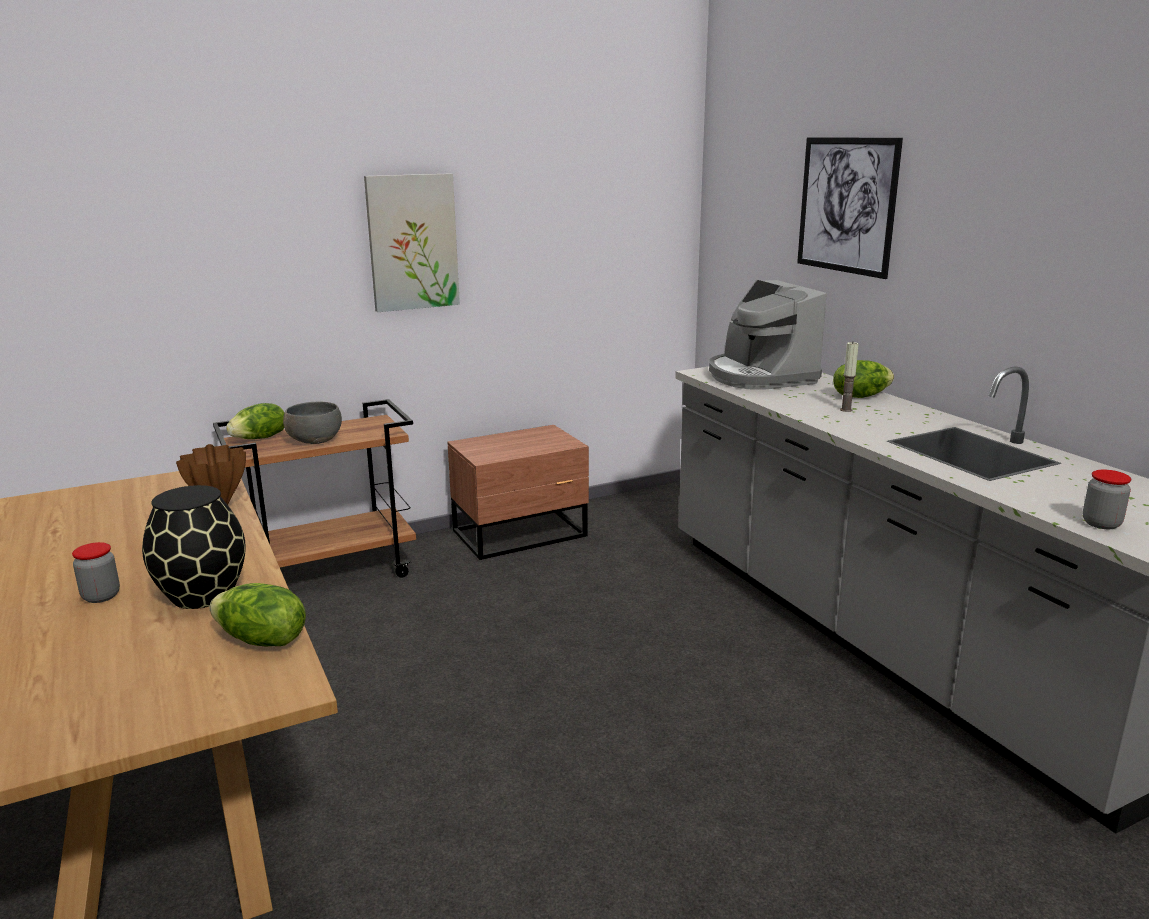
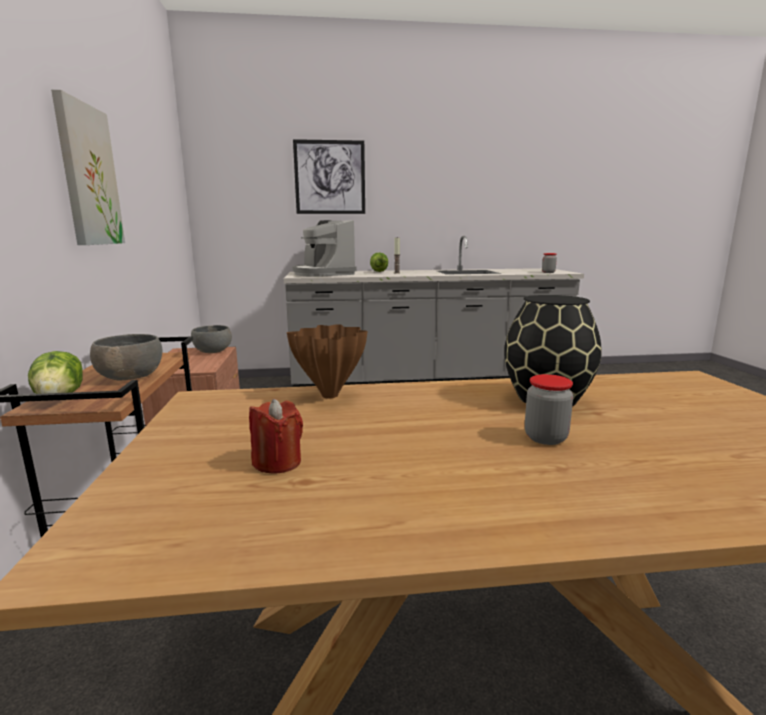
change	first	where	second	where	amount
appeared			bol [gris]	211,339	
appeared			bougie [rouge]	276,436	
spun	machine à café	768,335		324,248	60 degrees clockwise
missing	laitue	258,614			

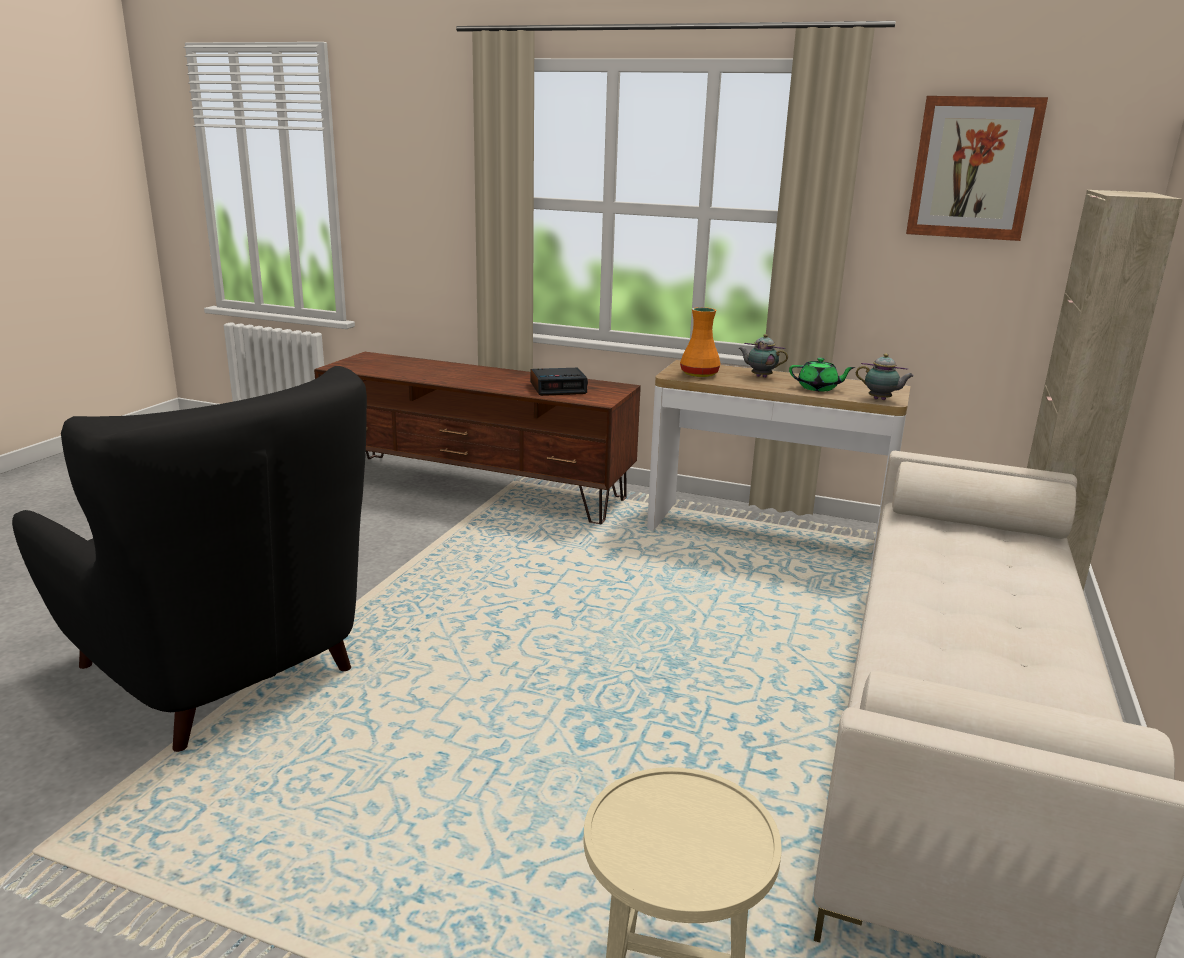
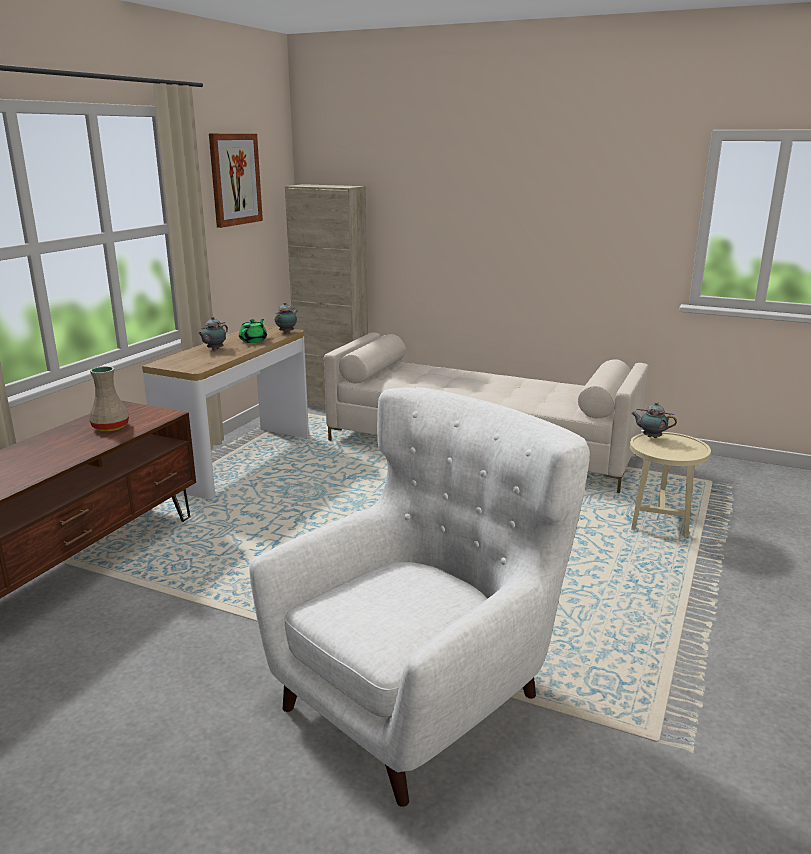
change	first	where	second	where	amount
exchanged	réveil	559,382	vase [beige]	109,398	
colour	fauteuil [noir]	189,559	fauteuil [blanc]	419,597	
appeared			théière	654,420	
missing	vase [orange]	700,342			

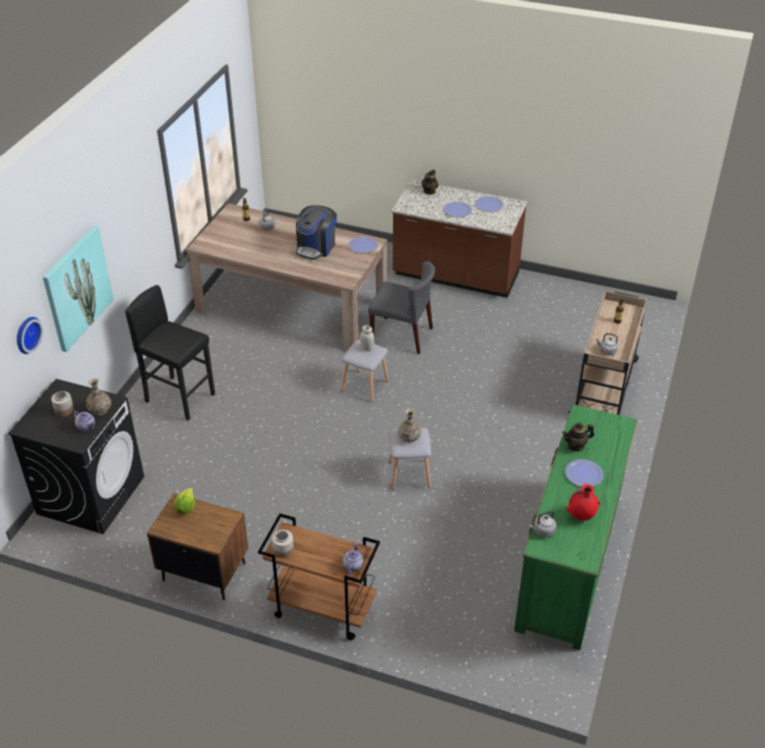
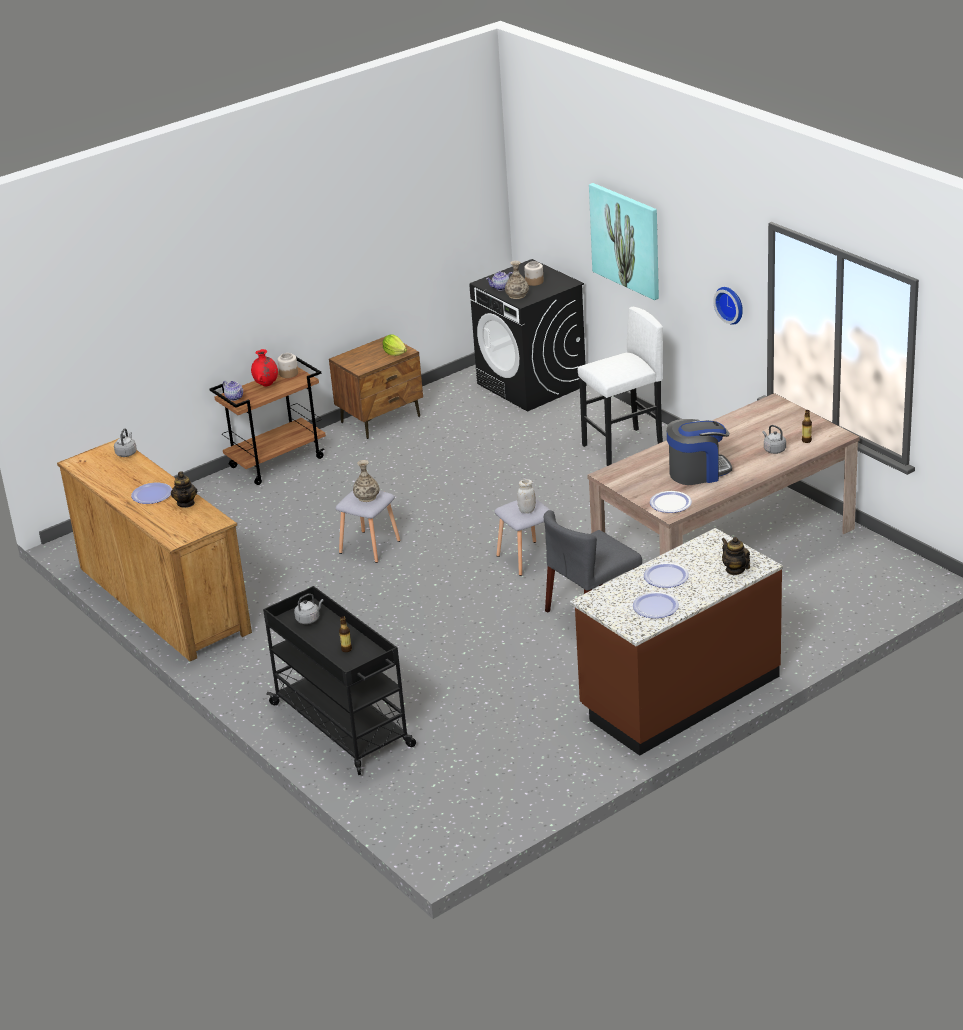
change	first	where	second	where	amount
colour	commode [vert]	576,527	commode [marron]	154,549	
spun	théière	578,437		184,489	150 degrees clockwise
relocated	vase [rouge]	583,502		264,368	
colour	chariot [beige]	607,353	chariot [noir]	339,680	
colour	tabouret [noir]	170,353	tabouret [blanc]	620,386	
spun	machine à café	316,232		699,452	105 degrees clockwise
relocated	horloge murale	30,335		728,306	

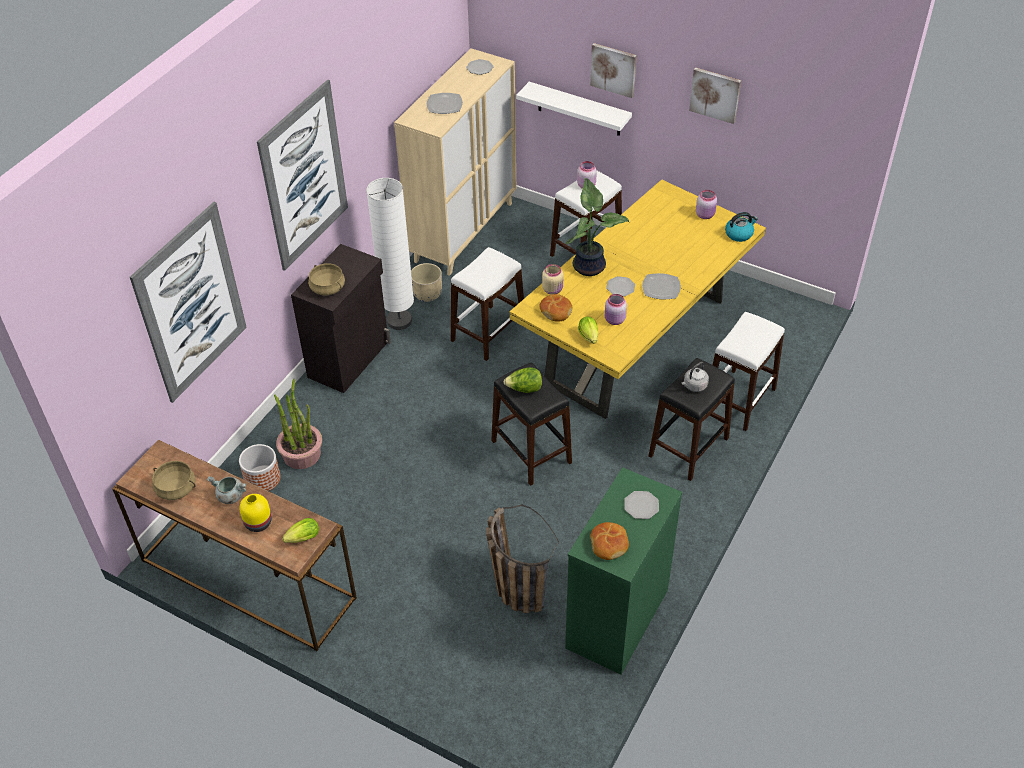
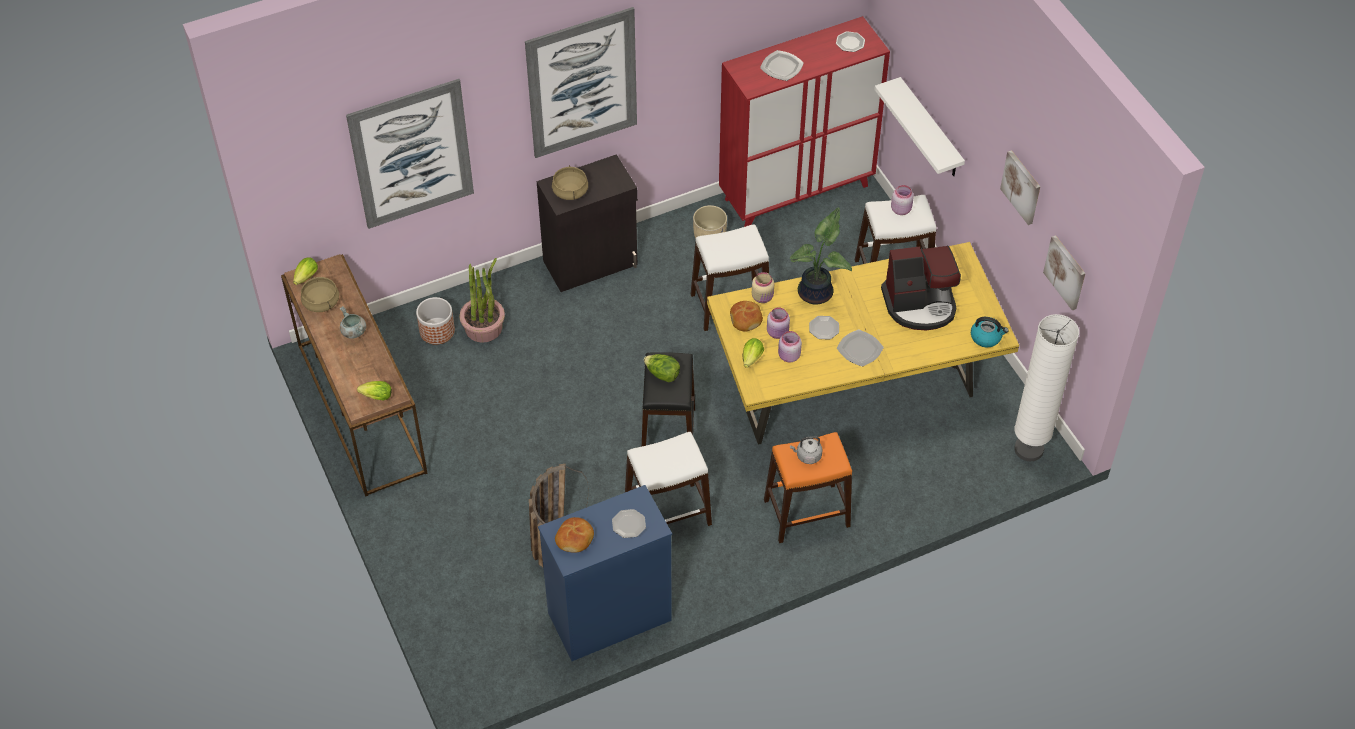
change	first	where	second	where	amount
appeared			laitue	305,271	
colour	commode [vert]	623,571	commode [bleu]	605,573	
relocated	tabouret [blanc]	749,371		668,479	
colour	meuble de rangement [beige]	455,162	meuble de rangement [rouge]	804,121	
colour	tabouret [noir]	692,419	tabouret [orange]	808,487	
relocated	bocal [rose]	706,204		778,323	
appeared			machine à café	921,288	
relocated	lampadaire [blanc]	390,254		1046,387	
relocated	tableau	613,70		1064,272	
missing	vase [jaune]	255,513			

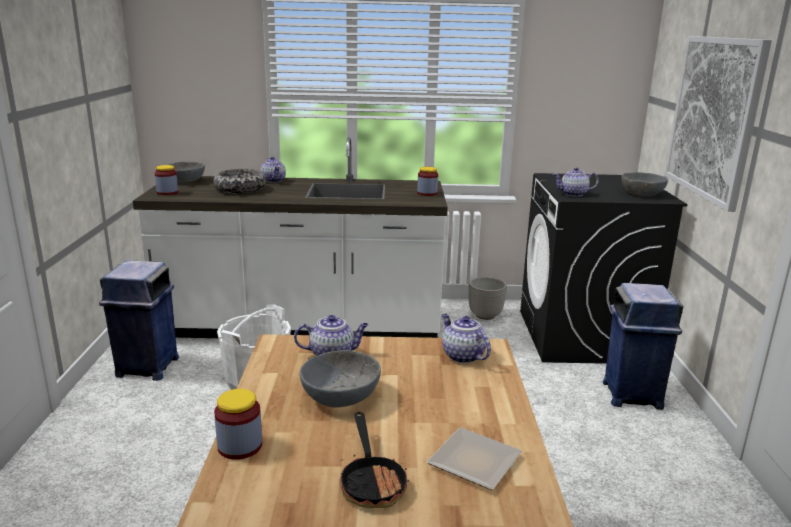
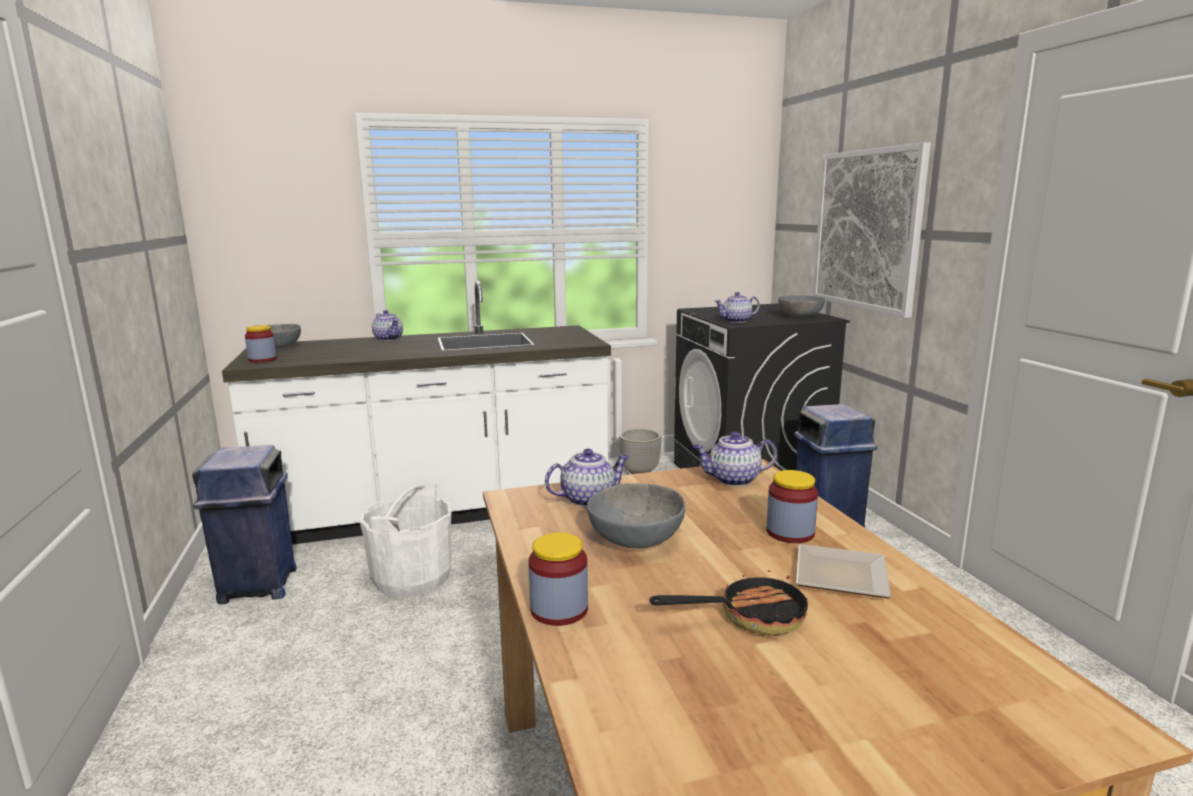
change	first	where	second	where	amount
spun	poêle	374,460		728,602	75 degrees counterclockwise
spun	théière	466,338		735,458	45 degrees counterclockwise
relocated	bocal	427,181		792,506	
missing	bol	240,181			

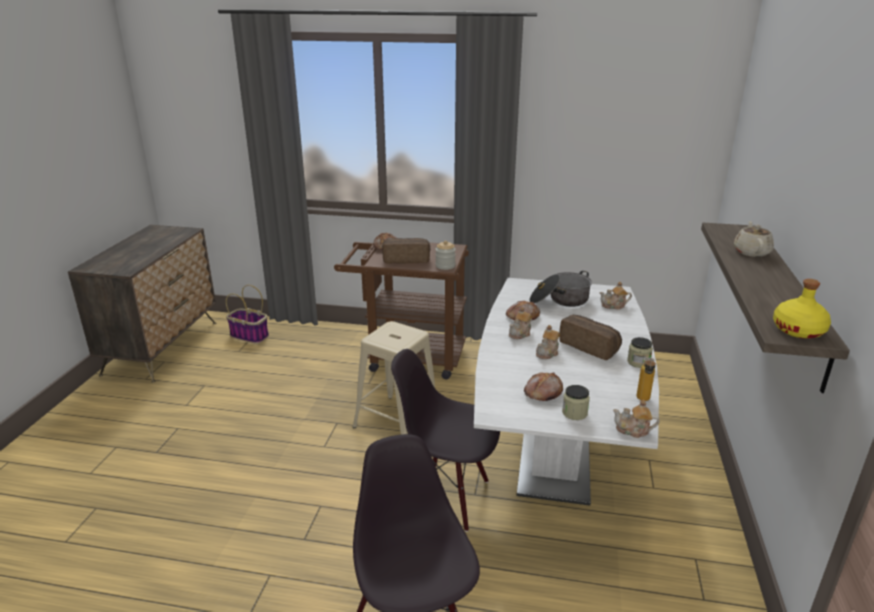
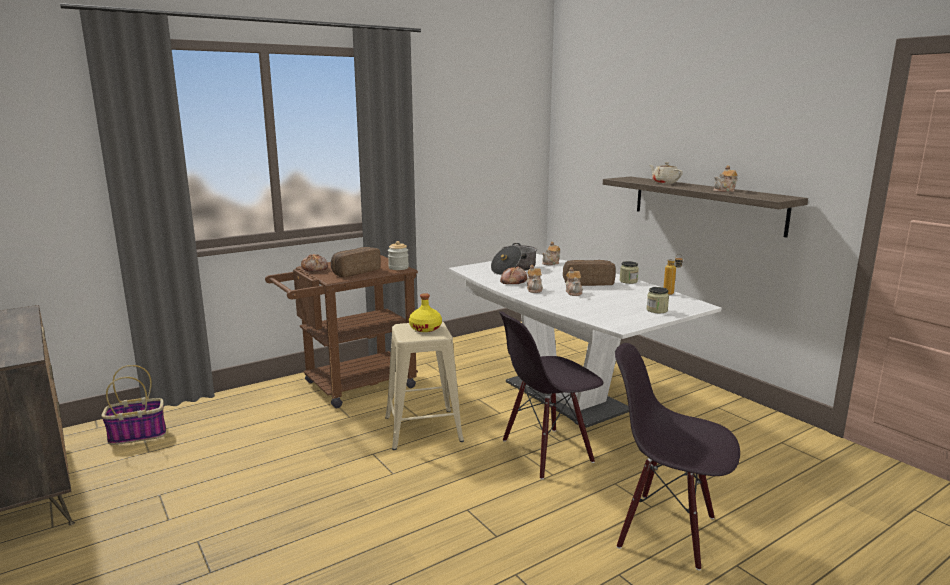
change	first	where	second	where	amount
relocated	bouteille [jaune]	802,309		425,312	
relocated	théière	636,419		725,178	
missing	pain	543,386			

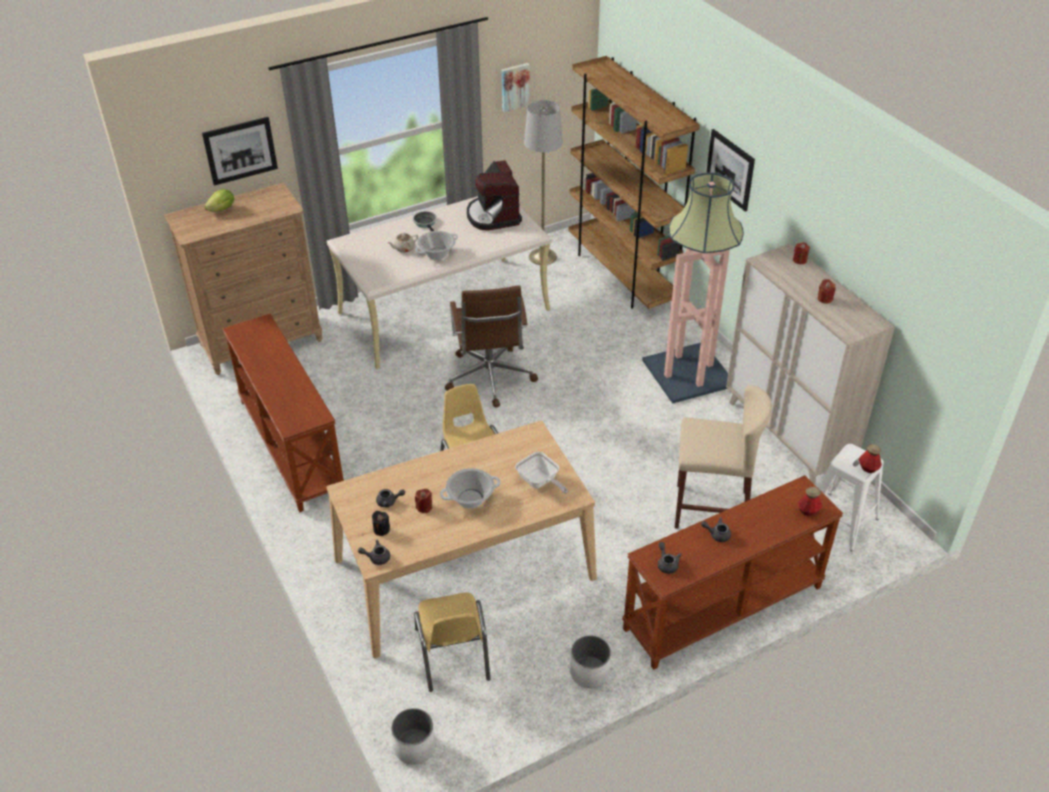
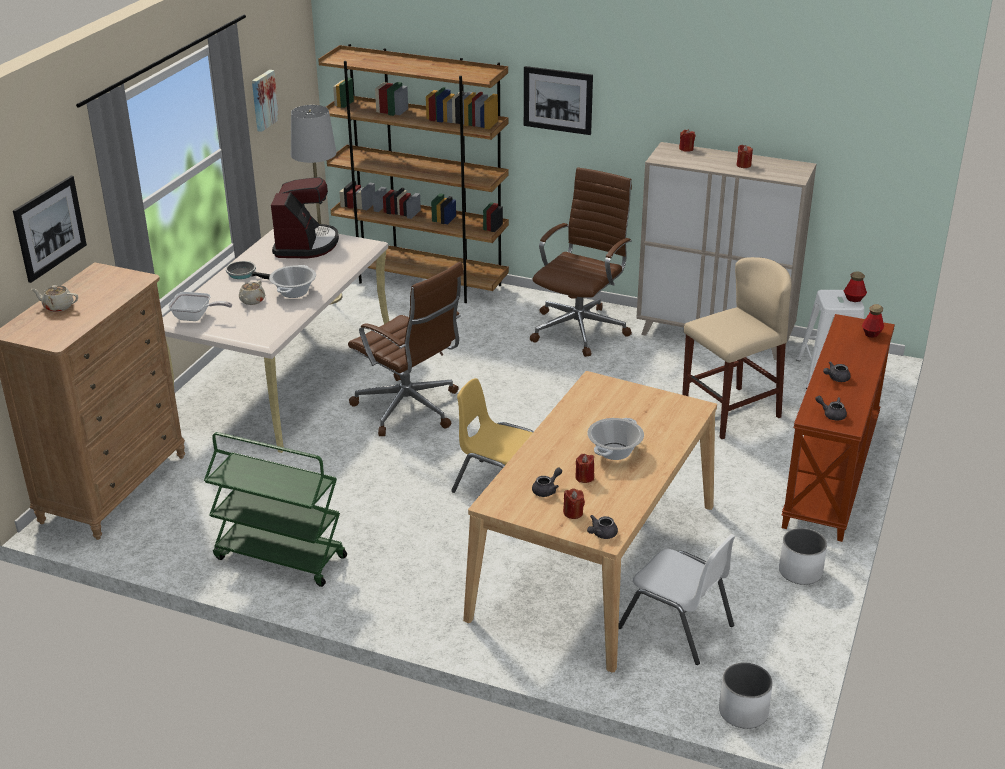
change	first	where	second	where	amount
exchanged	laitue	219,200	théière [beige]	54,298	
relocated	poêle	541,473		200,306	
exchanged	table console [marron]	283,413	chariot [vert]	275,509	
spun	machine à café	494,195		305,217	120 degrees counterclockwise
exchanged	lampadaire	693,288	chaise de bureau [marron]	581,262	
colour	bougie [noir]	381,523	bougie [rouge]	574,503	
colour	chaise [jaune]	452,642	chaise [blanc]	676,599	

